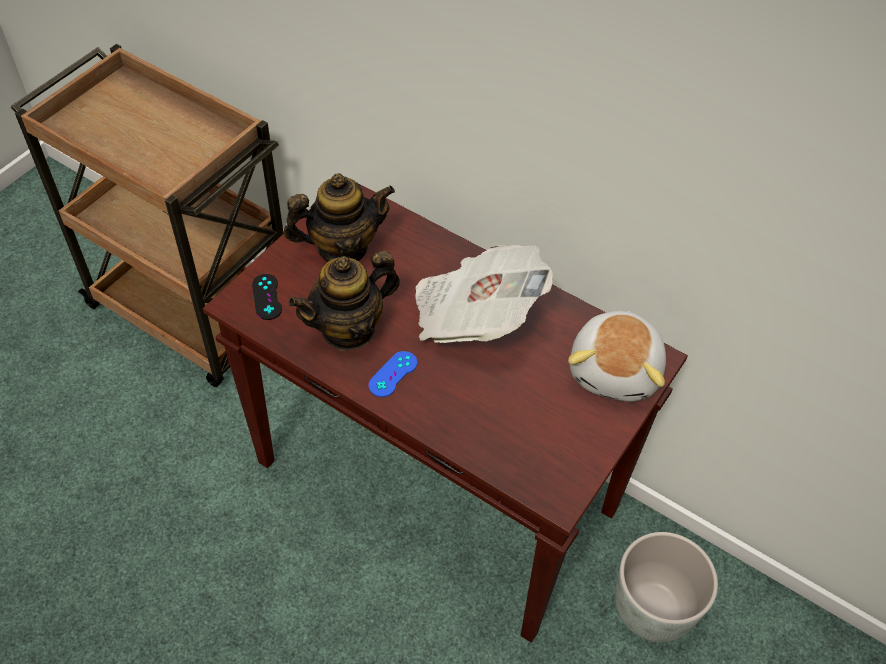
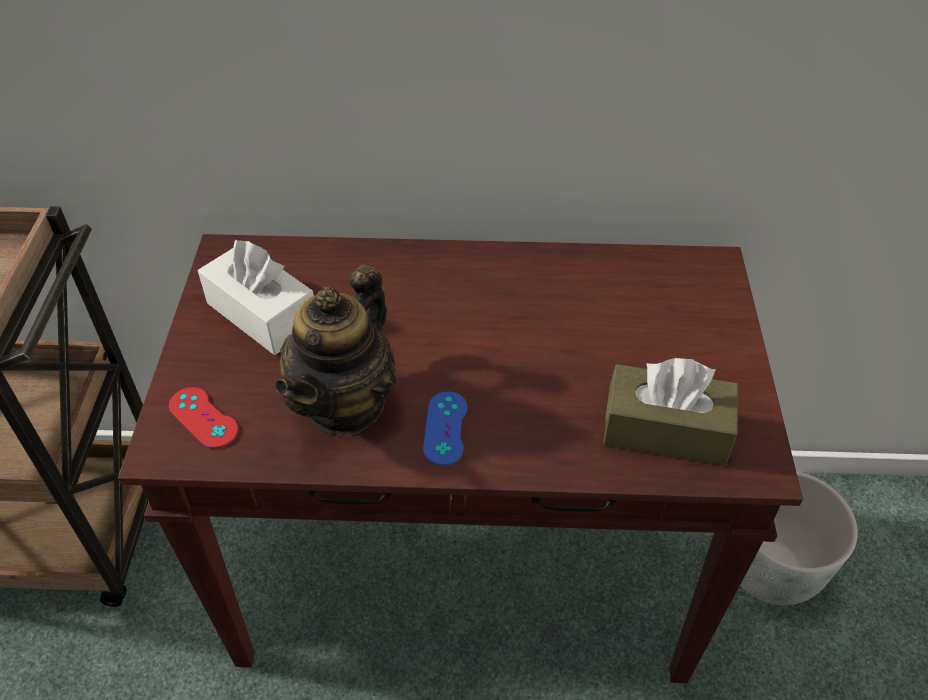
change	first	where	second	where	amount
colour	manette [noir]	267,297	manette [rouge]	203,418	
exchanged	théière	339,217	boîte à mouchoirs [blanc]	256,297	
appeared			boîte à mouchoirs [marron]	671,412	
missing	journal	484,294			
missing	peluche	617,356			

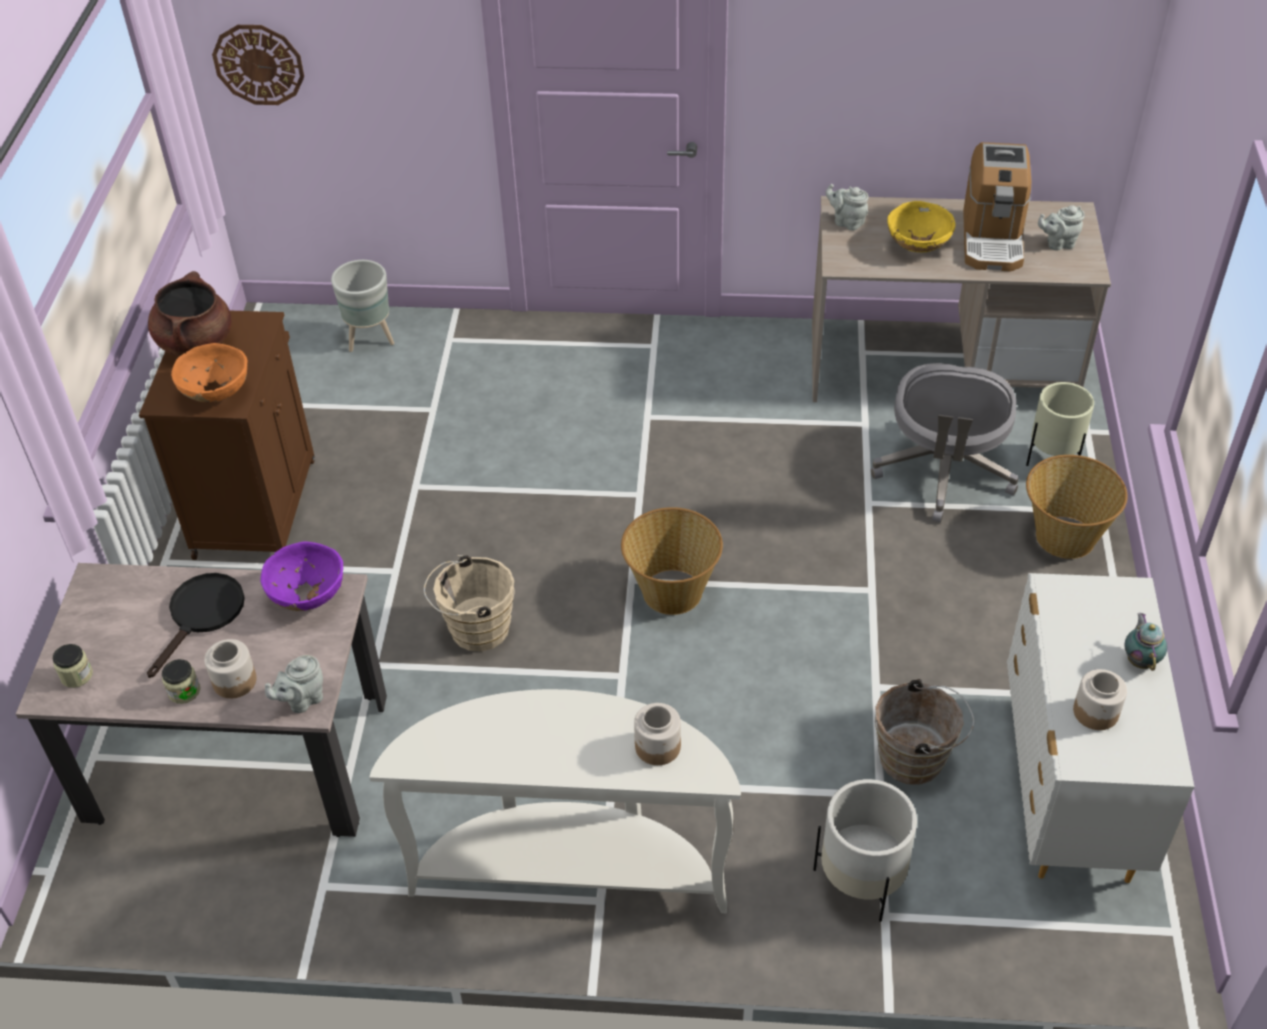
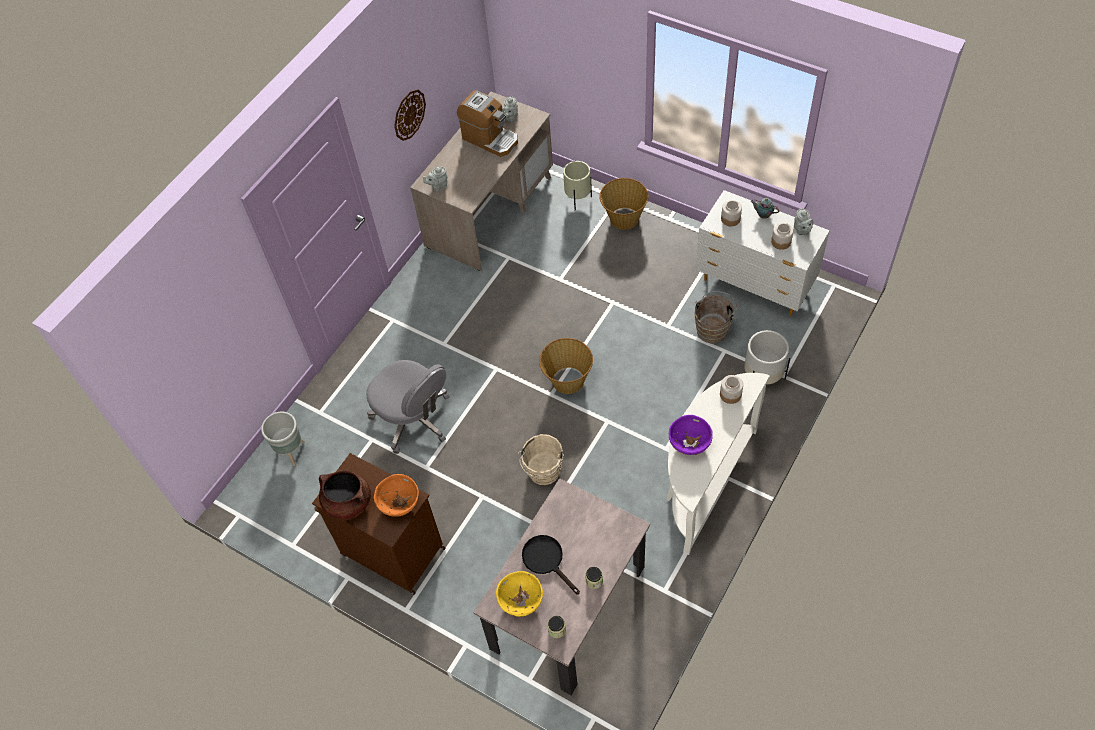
change	first	where	second	where	amount
relocated	chaise de bureau [gris]	944,443		408,407	
relocated	horloge murale	258,65		410,115	
relocated	bol [jaune]	921,227		519,594	
relocated	bol [violet]	301,576		691,435	
relocated	bocal	230,669		731,213	
relocated	théière [gris]	294,684		803,221	

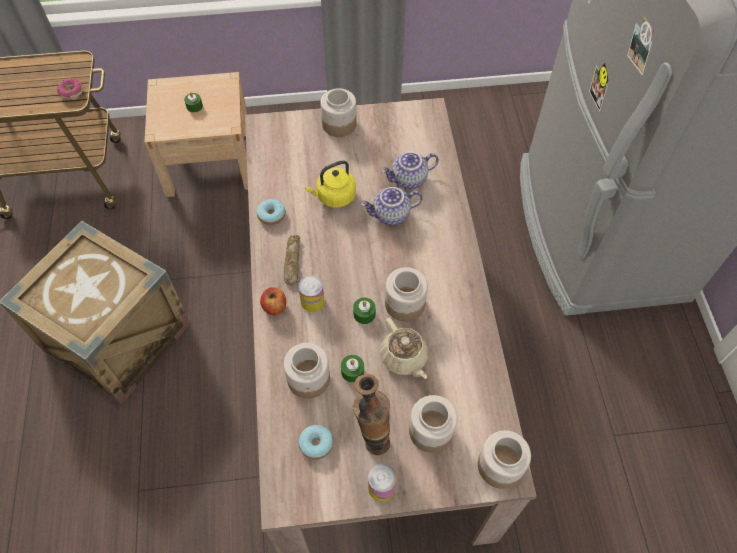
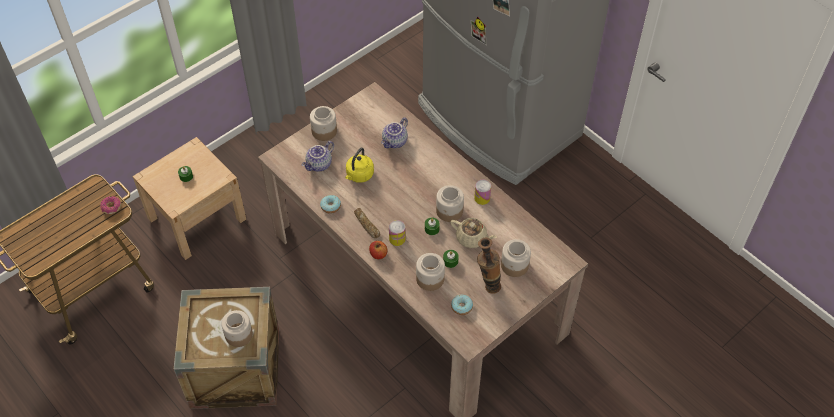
change	first	where	second	where	amount
relocated	bocal	504,459		237,328	
relocated	théière	391,206		318,156	
relocated	boîte métallique	382,483		482,192	

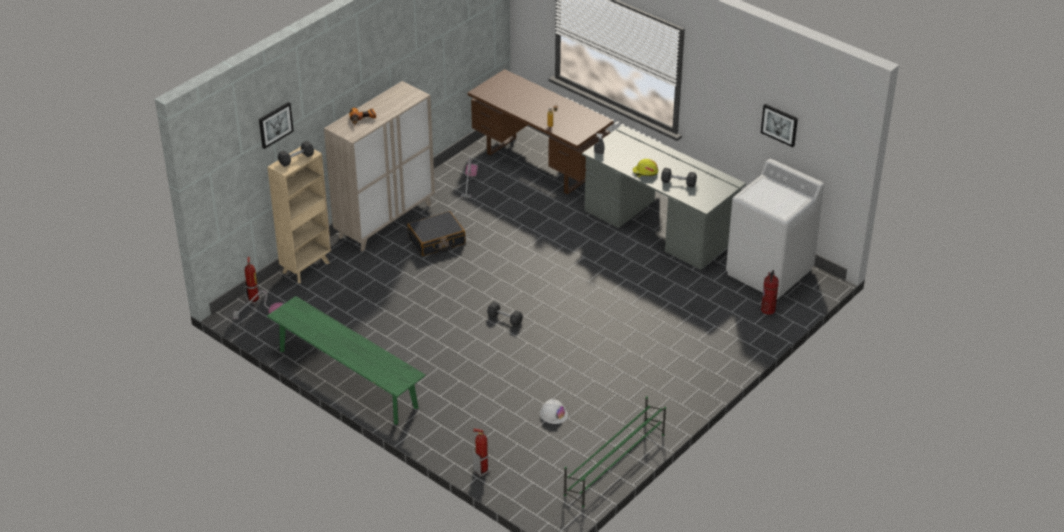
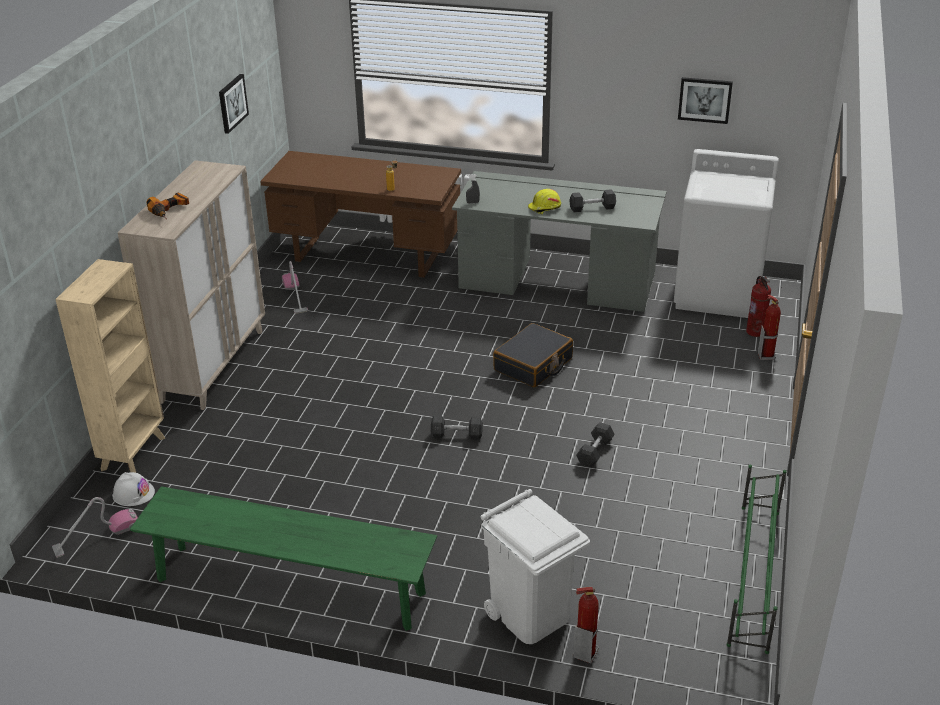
change	first	where	second	where	amount
relocated	casque de chantier [blanc]	554,411		133,489	
relocated	tableau	276,125		234,104	
appeared			poubelle [blanc]	535,566	
relocated	valise [noir]	436,233		533,355	
relocated	haltère [gris]	296,154		595,444	
relocated	extincteur	252,281		769,327	

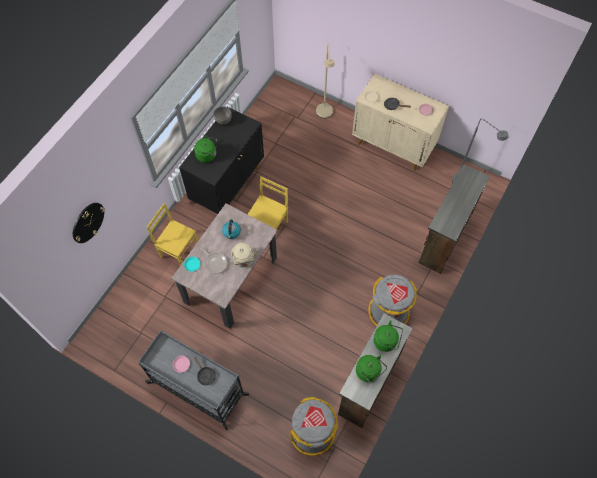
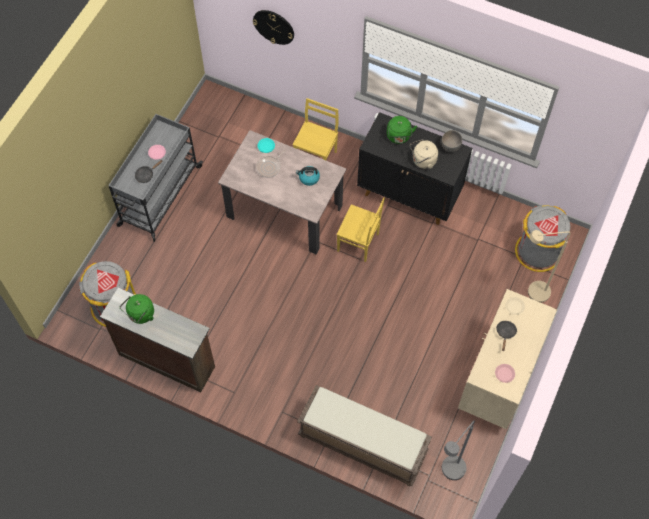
change	first	where	second	where	amount
exchanged	commode [marron]	454,219	banc [marron]	364,435	
relocated	bouilloire [beige]	244,255		424,154	
relocated	poubelle [gris]	392,300		542,238	
missing	bouilloire [vert]	388,336			

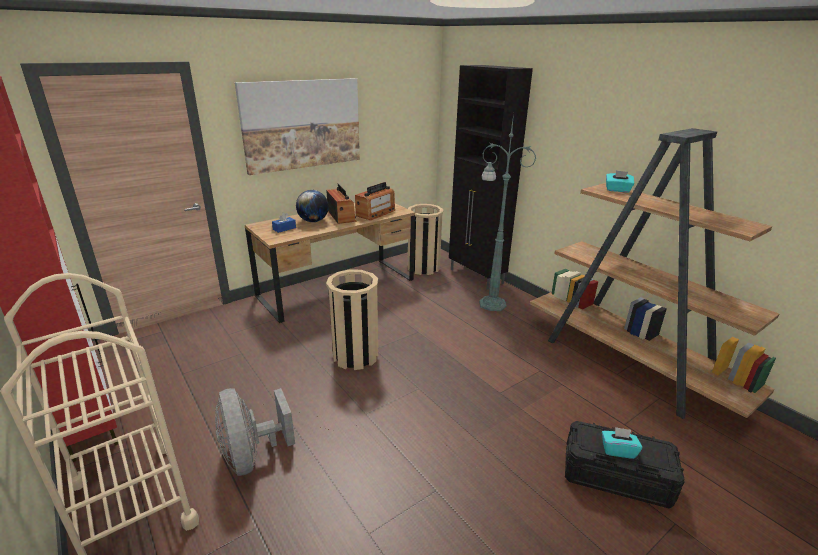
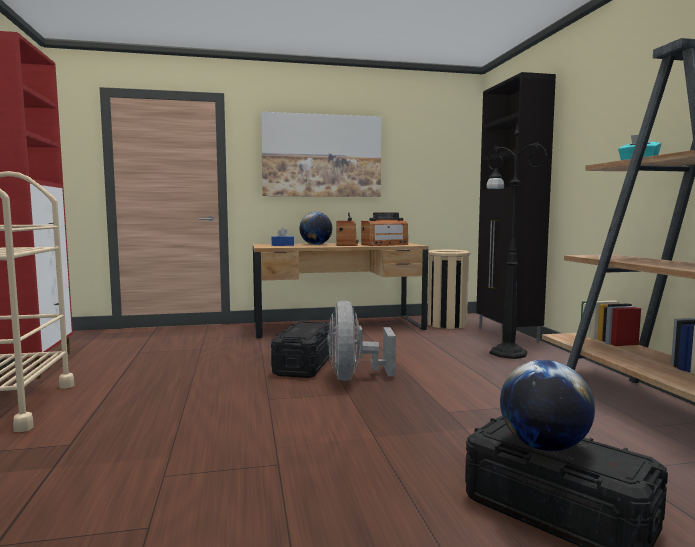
change	first	where	second	where	amount
exchanged	poubelle [beige]	352,319	boîte de rangement [noir]	301,349	
relocated	ventilateur [gris]	255,432		361,341	
colour	lampadaire [vert]	507,212	lampadaire [noir]	516,235	
exchanged	boîte à mouchoirs [turquoise]	622,443	globe	547,405	

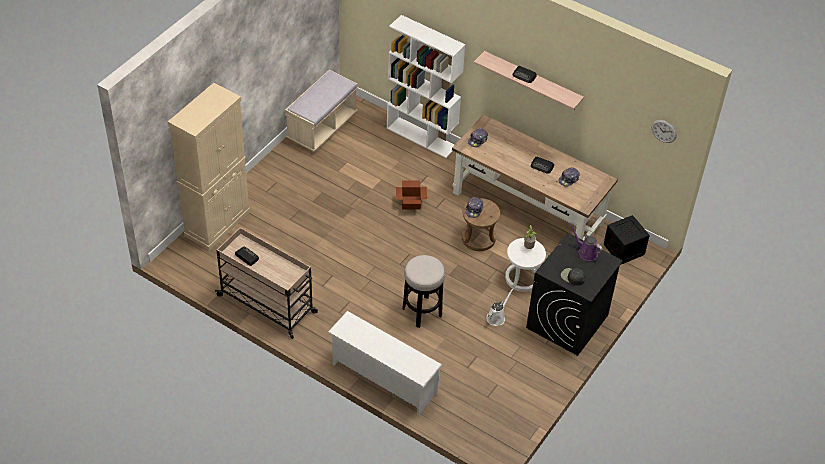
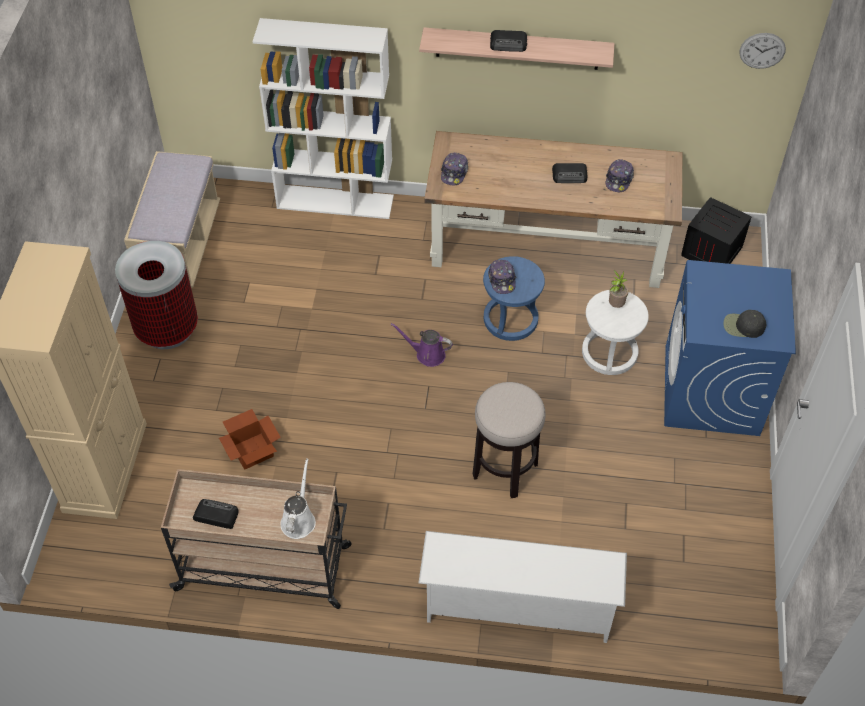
change	first	where	second	where	amount
appeared			poubelle	156,295	
relocated	carton	411,194		250,439	
relocated	arrosoir [blanc]	500,307		298,498	
relocated	arrosoir [violet]	586,242		422,345	
colour	tabouret [marron]	481,224	tabouret [bleu]	514,298	
colour	lave-linge [noir]	574,294	lave-linge [bleu]	730,348	

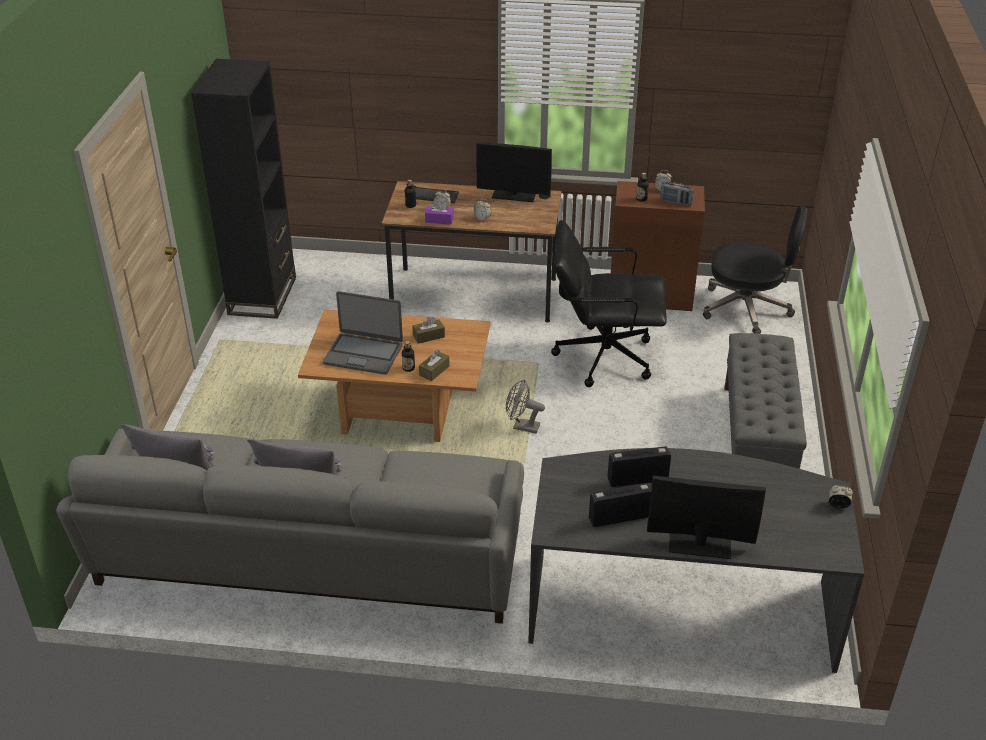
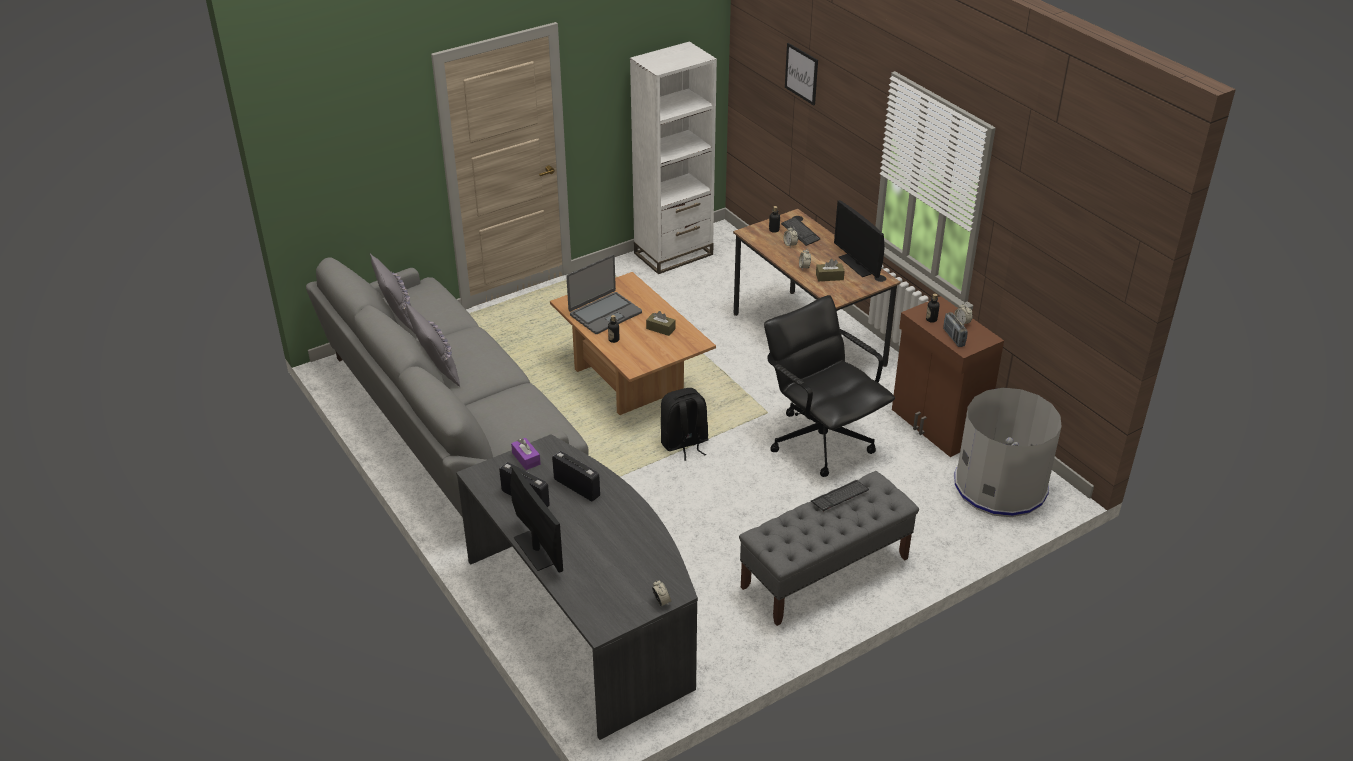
change	first	where	second	where	amount
relocated	boîte à mouchoirs [violet]	439,213		526,454	
spun	ordinateur portable	363,333		604,294	105 degrees counterclockwise
colour	bibliothèque [noir]	243,189	bibliothèque [blanc]	673,157	
exchanged	ventilateur [gris]	525,406	sac à dos [noir]	685,424	
appeared			tableau	801,74	
appeared			clavier	840,495	
relocated	boîte à mouchoirs [marron]	434,365		830,270	
exchanged	chaise de bureau [noir]	755,270	poubelle [gris]	1008,452	

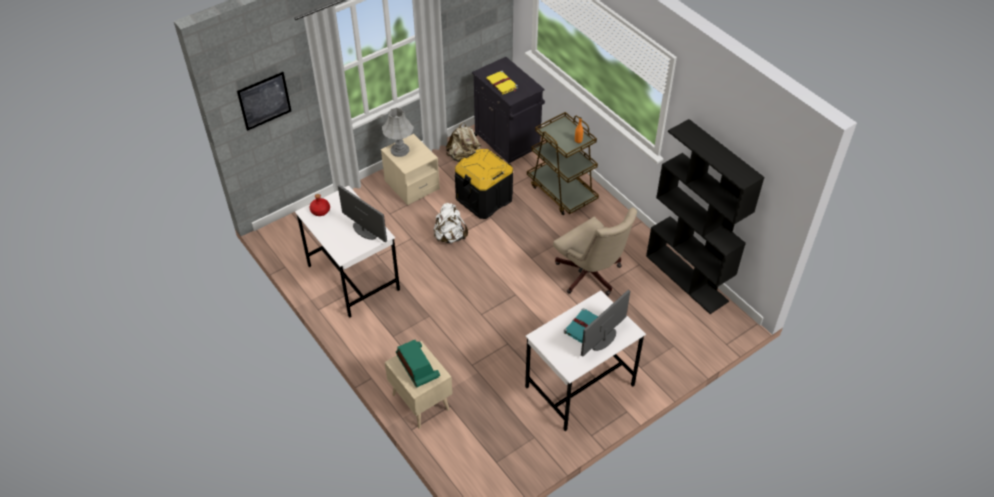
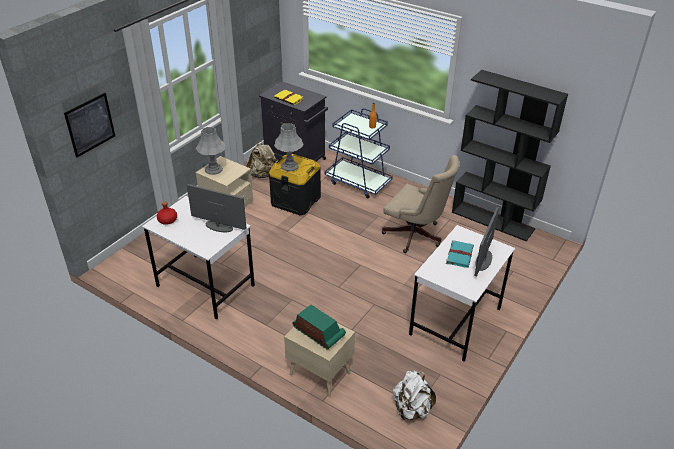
change	first	where	second	where	amount
appeared			lampe de table [gris]	288,147	
colour	chariot [marron]	563,163	chariot [bleu]	358,153	
relocated	sac à dos [blanc]	451,223		414,395	

